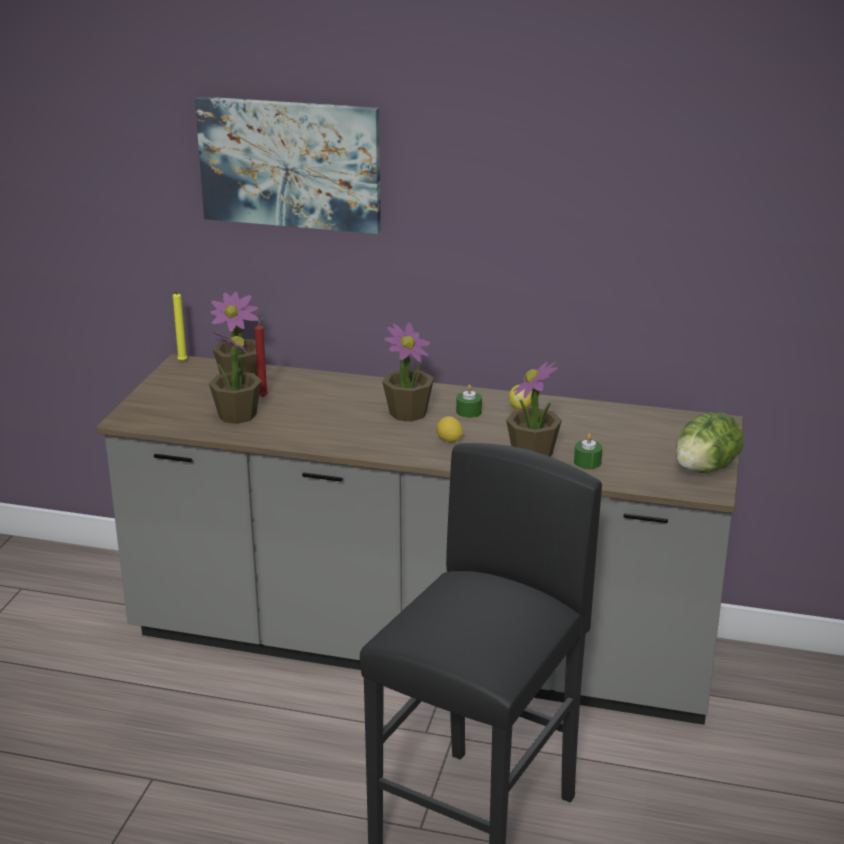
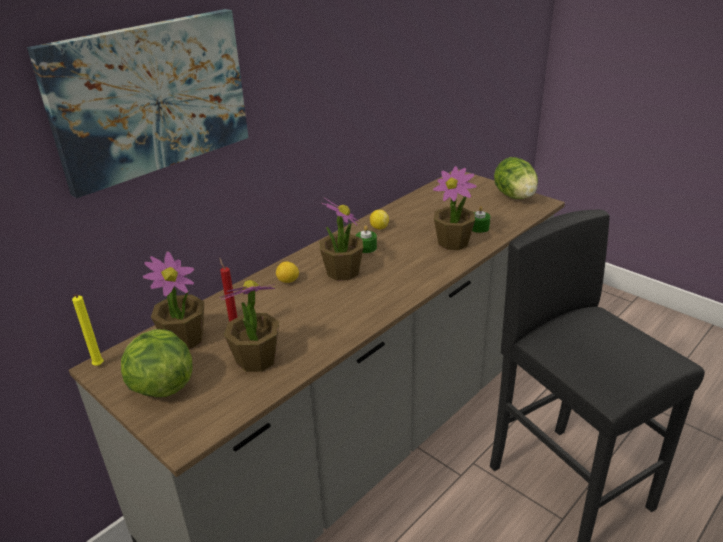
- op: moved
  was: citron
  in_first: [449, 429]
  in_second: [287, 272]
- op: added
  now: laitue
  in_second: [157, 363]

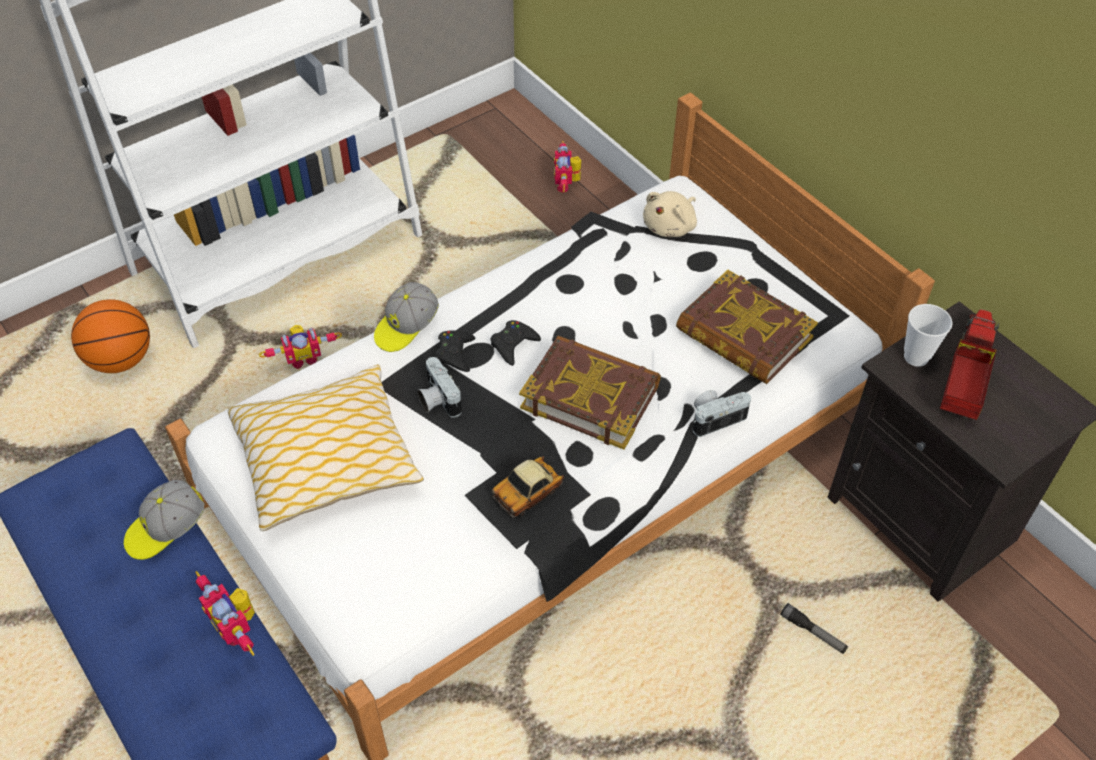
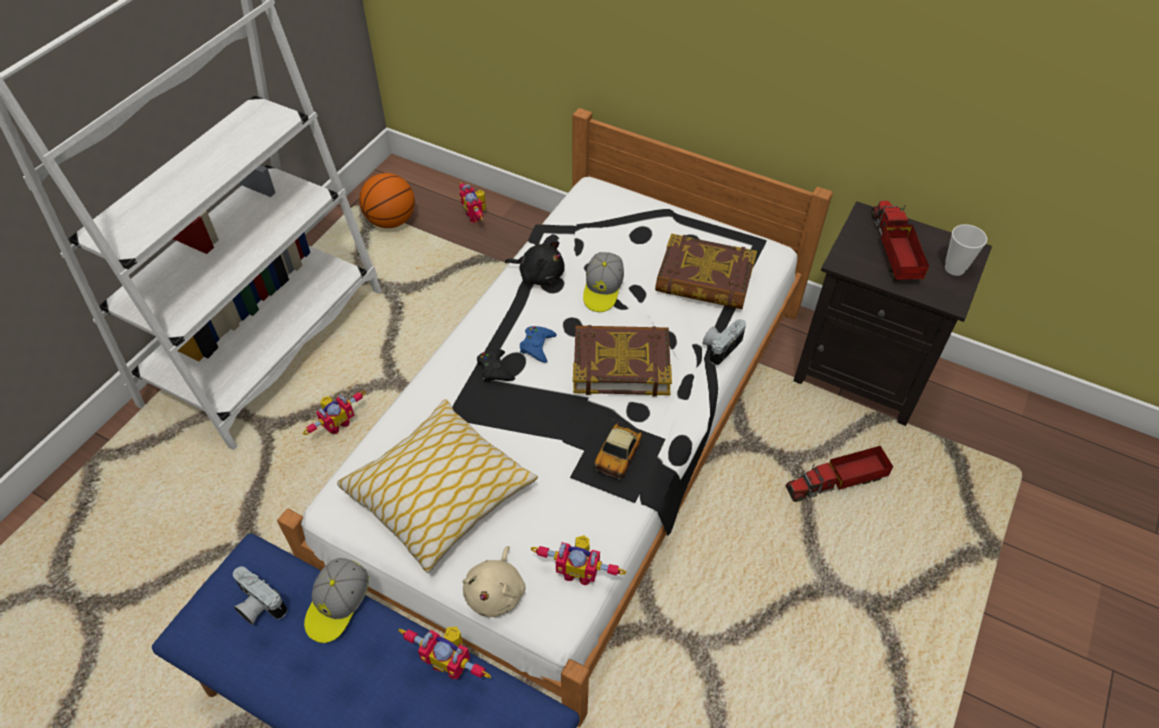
- op: moved
  was: peluche [beige]
  in_first: [670, 214]
  in_second: [494, 581]
- op: moved
  was: casquette
  in_first: [406, 317]
  in_second: [603, 282]
- op: moved
  was: ballon de basket
  in_first: [110, 336]
  in_second: [387, 200]
- op: moved
  was: tasse
  in_first: [928, 335]
  in_second: [966, 250]
- op: recoloured
  was: manette [noir]
  now: manette [bleu]
  in_first: [516, 343]
  in_second: [538, 344]
- op: moved
  was: appareil photo
  in_first: [439, 387]
  in_second: [260, 595]
- op: replaced
  was: lampe de poche
  now: camion jouet
  in_first: [814, 628]
  in_second: [839, 474]
- op: added
  now: peluche [noir]
  in_second: [535, 263]
- op: added
  now: robot jouet
  in_second: [578, 560]

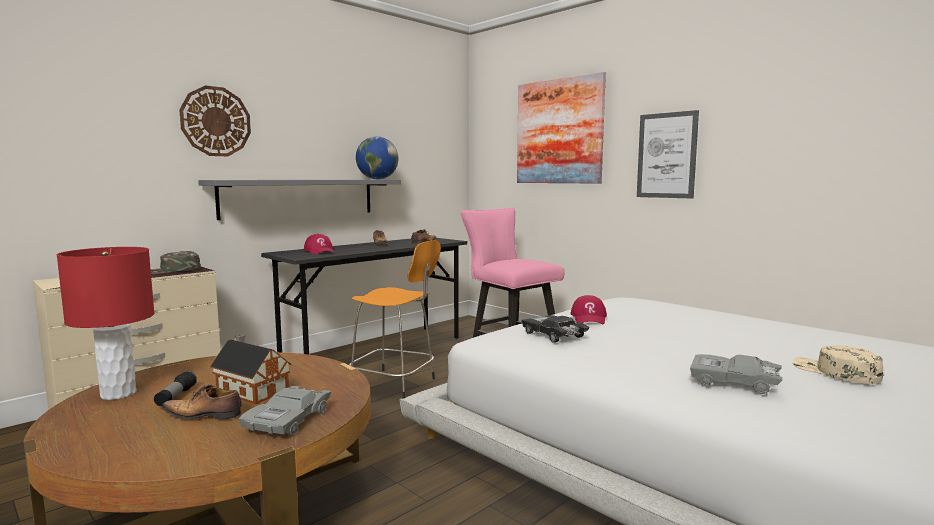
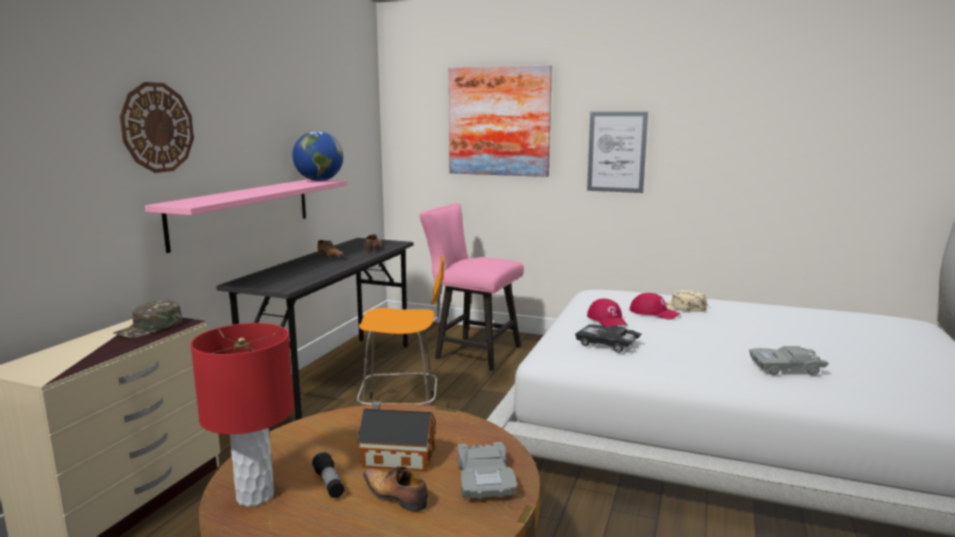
- op: recoloured
  was: étagère [gris]
  now: étagère [rose]
  in_first: [299, 200]
  in_second: [246, 216]
- op: moved
  was: casquette [rouge]
  in_first: [319, 244]
  in_second: [655, 306]
- op: moved
  was: casquette [beige]
  in_first: [838, 364]
  in_second: [686, 301]
- op: turned
  was: chaussure
  in_first: [201, 401]
  in_second: [395, 489]
  clockwise: 60

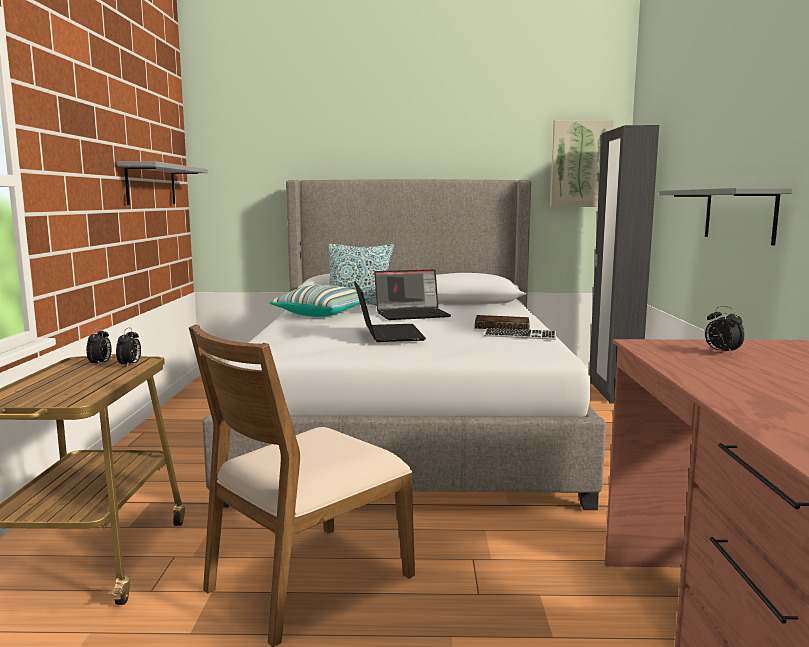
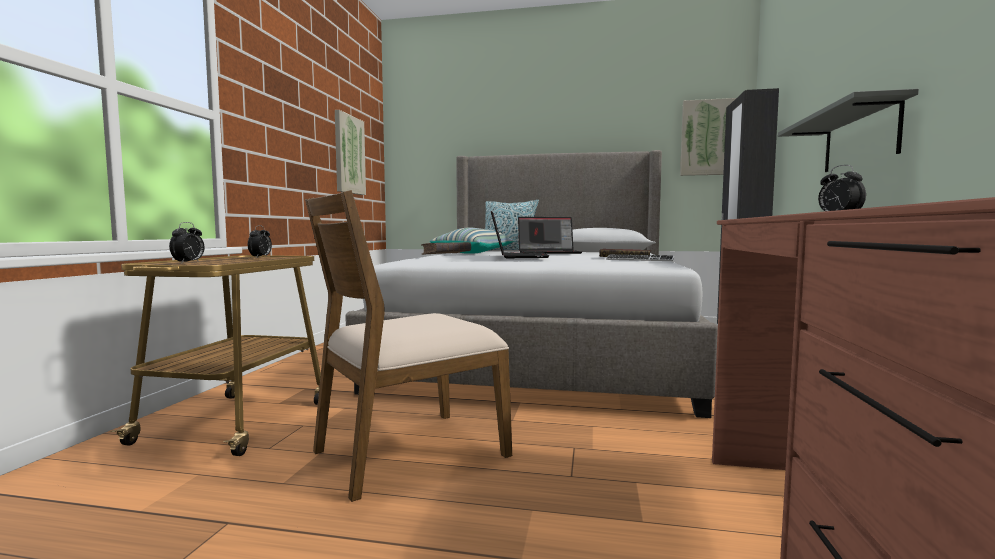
- op: replaced
  was: étagère [gris]
  now: tableau
  in_first: [162, 183]
  in_second: [350, 152]
- op: moved
  was: réveil
  in_first: [128, 347]
  in_second: [186, 243]
- op: added
  now: livre [marron]
  in_second: [446, 248]

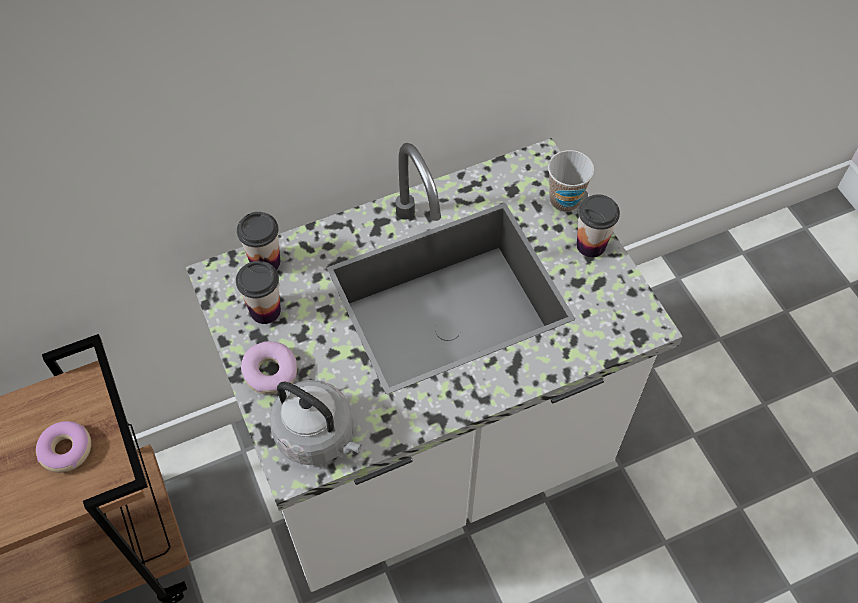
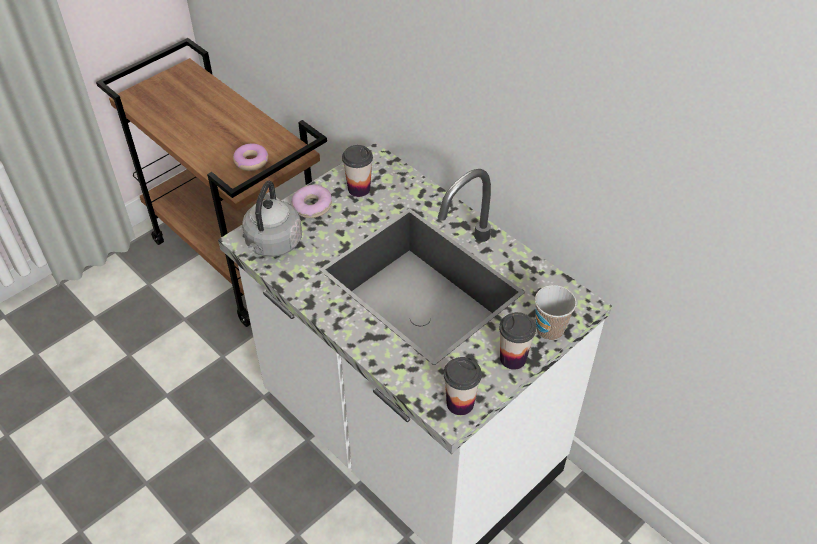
- op: moved
  was: tasse
  in_first: [258, 241]
  in_second: [462, 386]

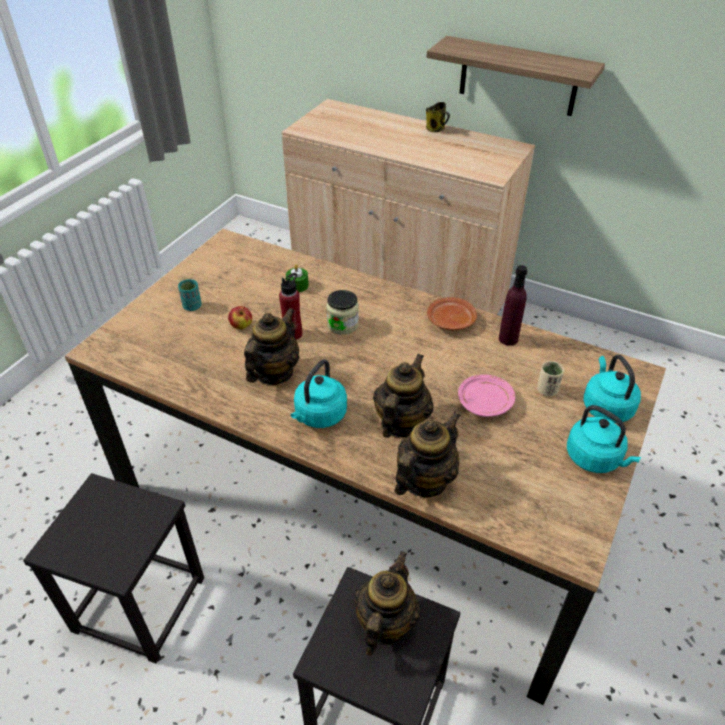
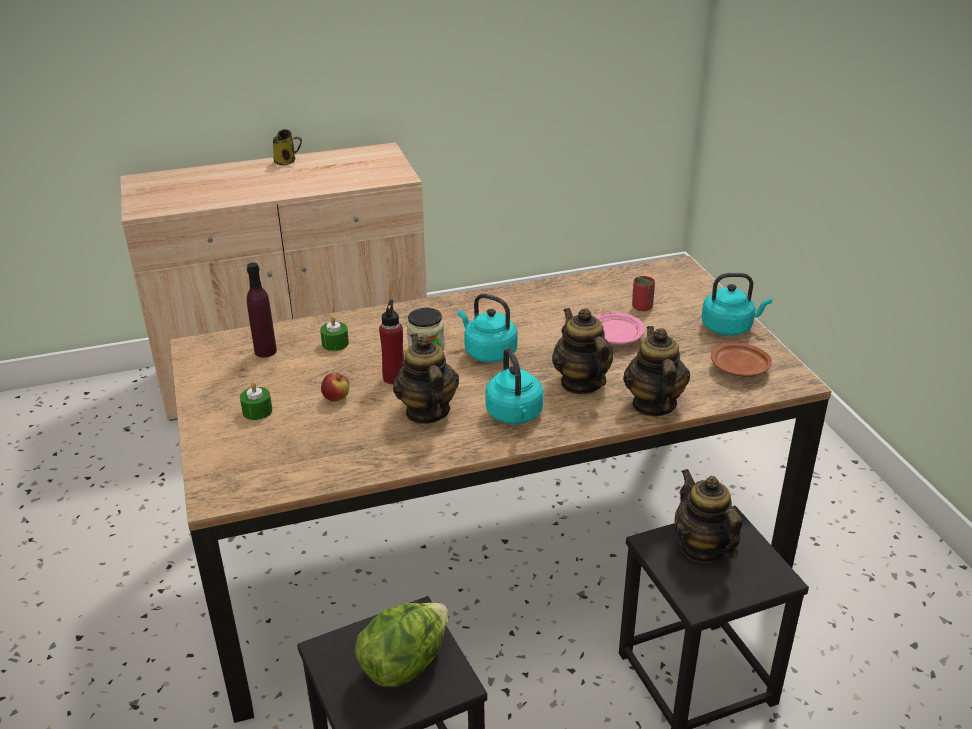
- op: removed
  was: étagère
  in_first: [516, 76]
- op: moved
  was: bouteille [violet]
  in_first: [513, 305]
  in_second: [262, 310]
- op: replaced
  was: tasse [turquoise]
  now: bougie [vert]
  in_first: [190, 295]
  in_second: [256, 401]
- op: moved
  was: assiette [marron]
  in_first: [452, 313]
  in_second: [741, 359]
- op: moved
  was: bouilloire [turquoise]
  in_first: [612, 389]
  in_second: [488, 328]
- op: recoloured
  was: tasse [beige]
  now: tasse [rouge]
  in_first: [550, 379]
  in_second: [643, 293]
- op: added
  now: laitue
  in_second: [401, 645]

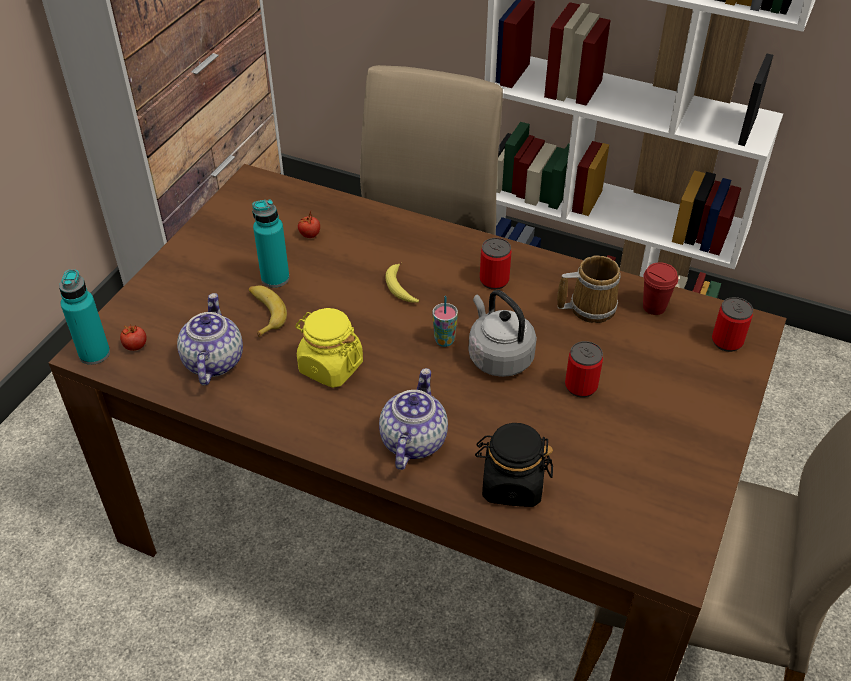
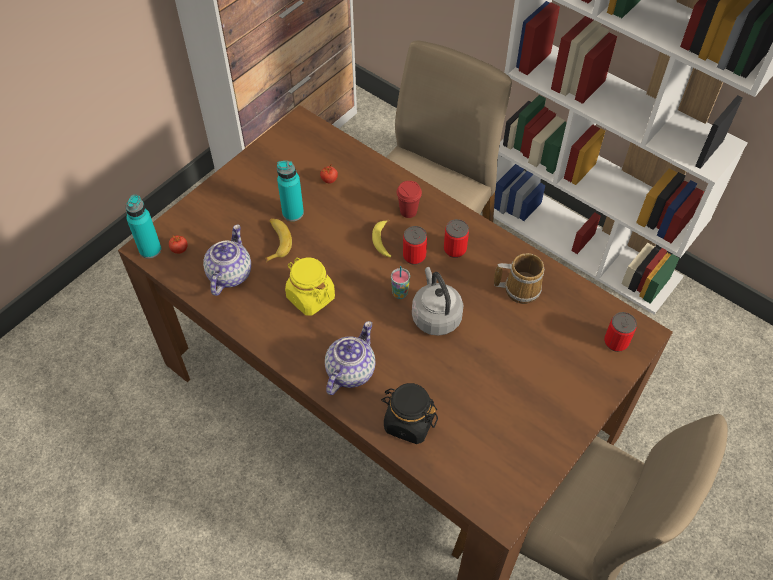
- op: moved
  was: tasse [rouge]
  in_first: [660, 288]
  in_second: [409, 199]
- op: moved
  was: boîte métallique
  in_first: [584, 369]
  in_second: [415, 245]

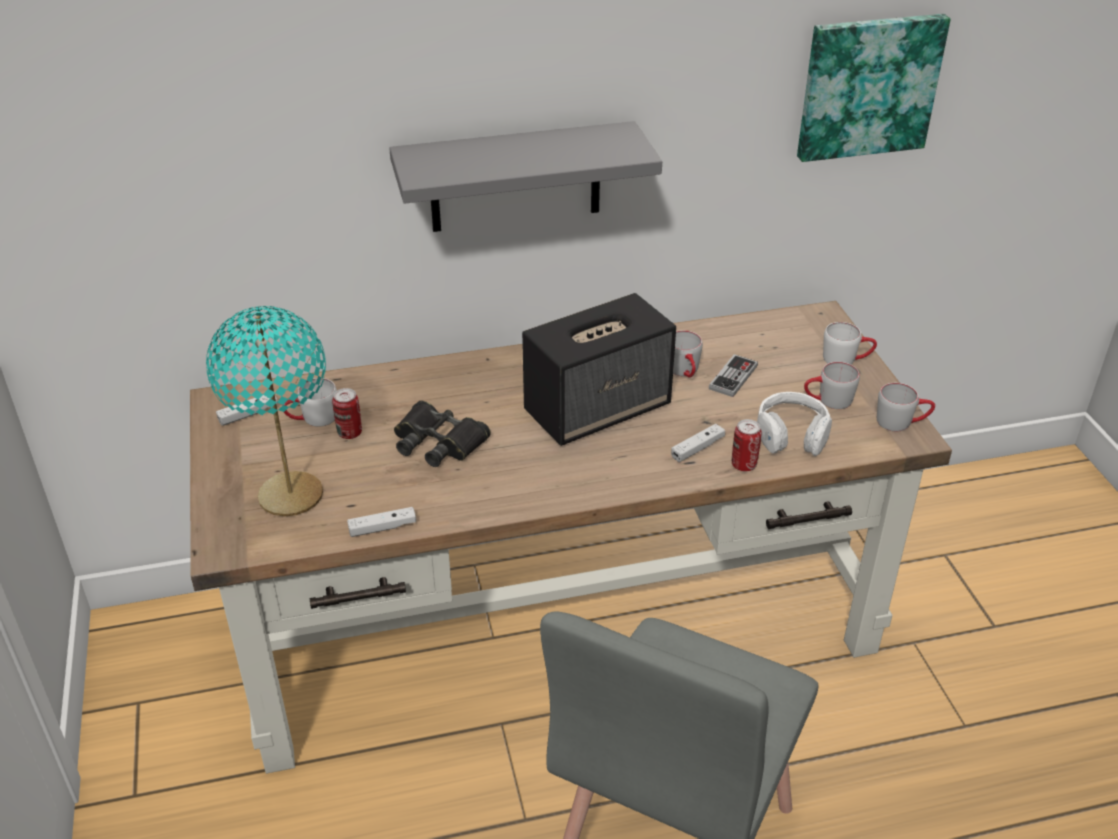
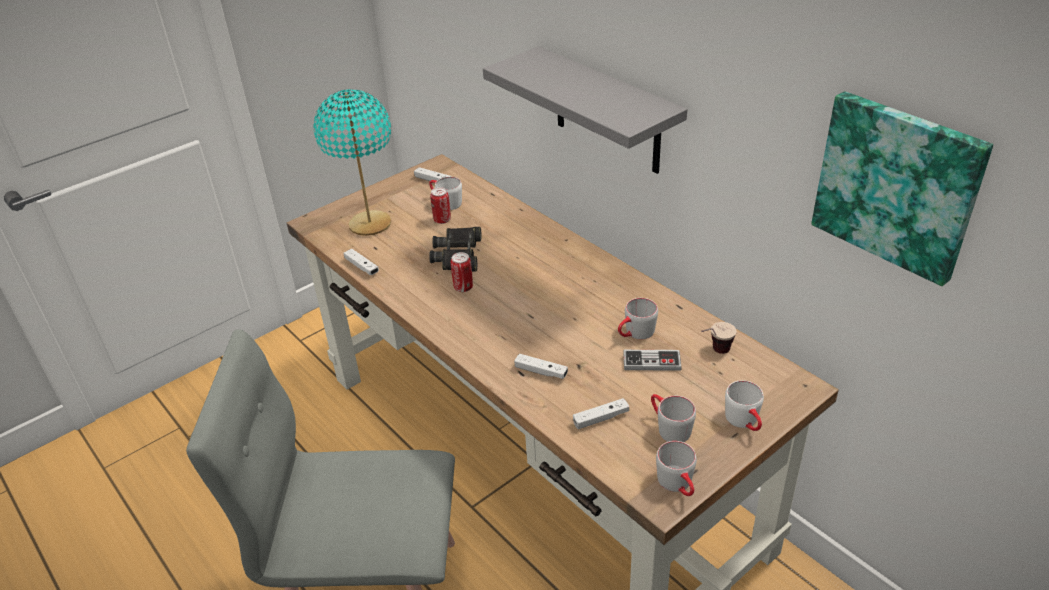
- op: removed
  was: enceinte
  in_first: [599, 369]
- op: replaced
  was: casque audio [blanc]
  now: manette [blanc]
  in_first: [794, 424]
  in_second: [601, 413]
- op: moved
  was: boîte métallique
  in_first: [747, 445]
  in_second: [462, 272]
- op: added
  now: tasse
  in_second: [719, 338]

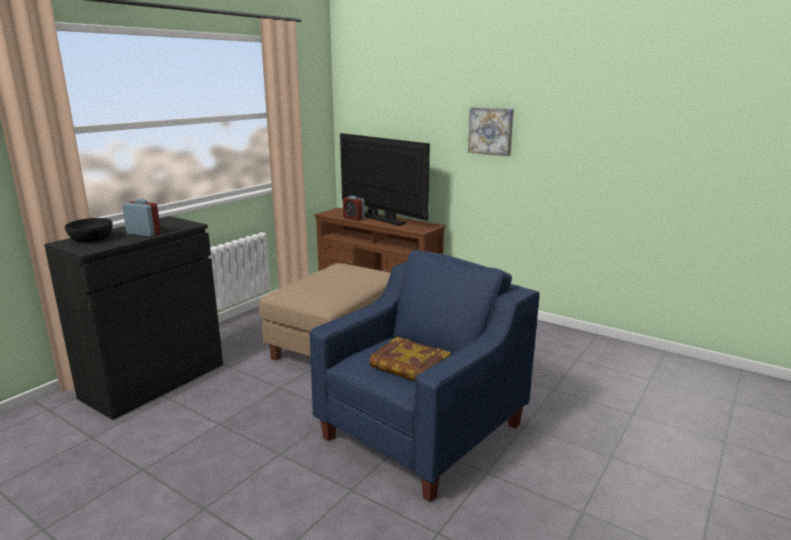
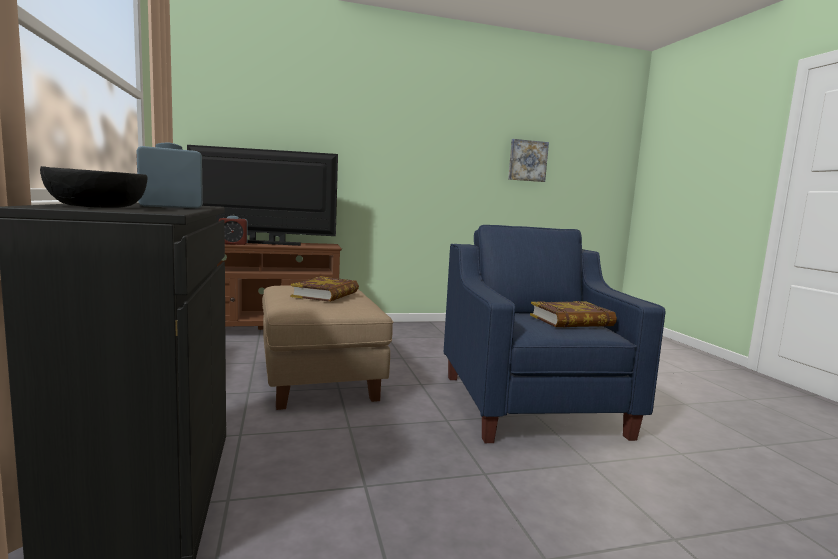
- op: moved
  was: tableau
  in_first: [491, 131]
  in_second: [528, 160]
- op: added
  now: livre
  in_second: [324, 289]

